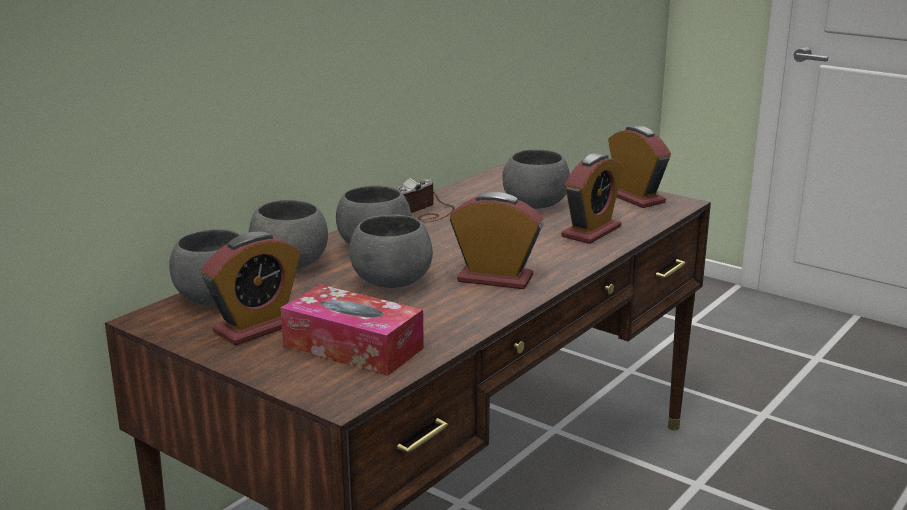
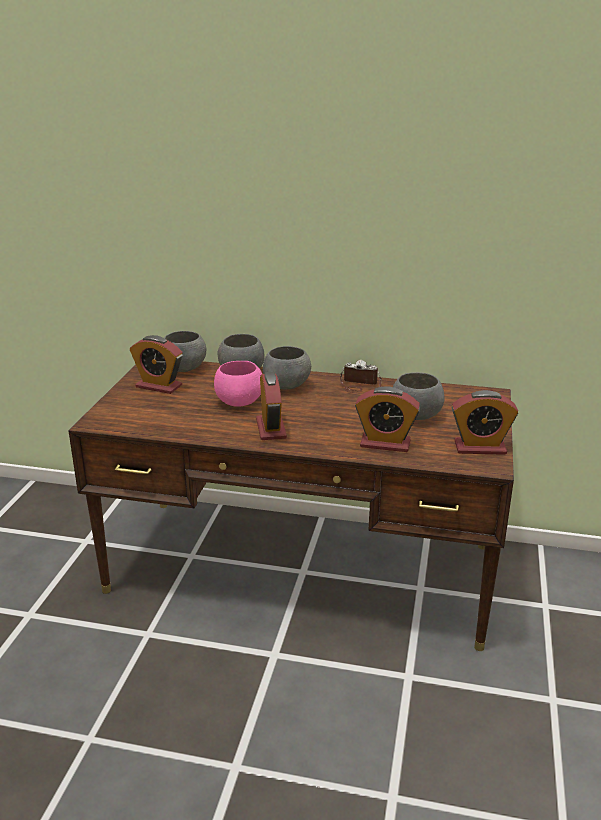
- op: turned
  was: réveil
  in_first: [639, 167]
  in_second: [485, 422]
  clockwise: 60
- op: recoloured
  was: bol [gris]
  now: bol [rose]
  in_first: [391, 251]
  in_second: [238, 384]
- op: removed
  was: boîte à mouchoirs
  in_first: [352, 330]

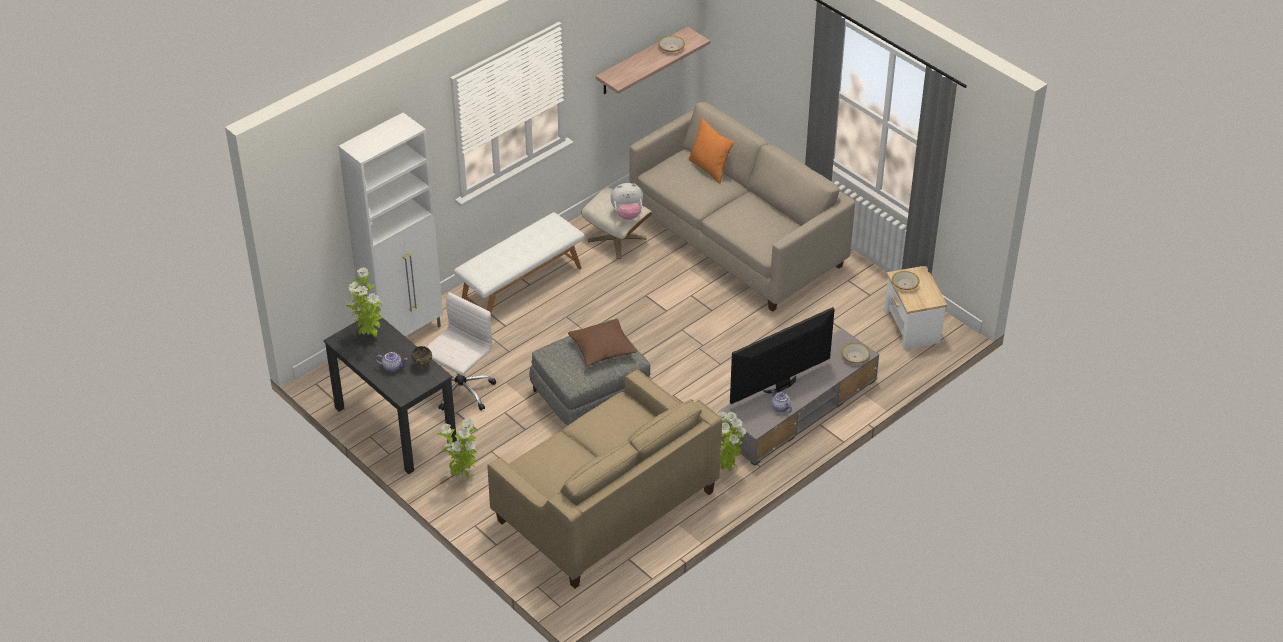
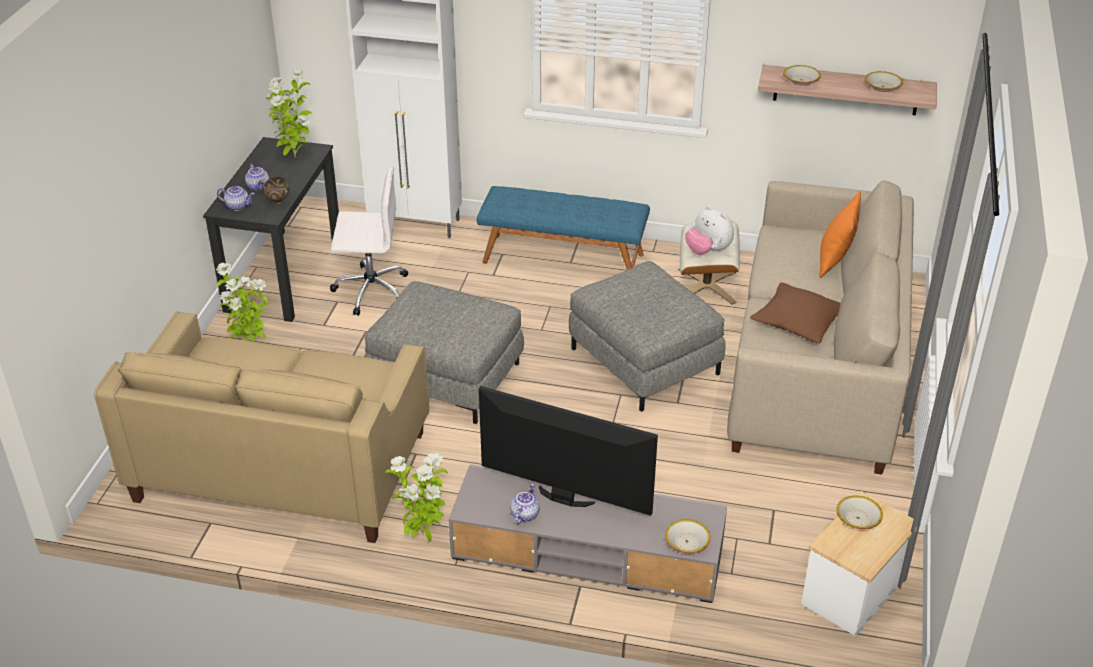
- op: recoloured
  was: banc [blanc]
  now: banc [bleu]
  in_first: [519, 262]
  in_second: [563, 228]
- op: moved
  was: coussin [marron]
  in_first: [602, 342]
  in_second: [795, 313]
- op: added
  now: bol
  in_second: [802, 75]
- op: added
  now: théière
  in_second: [236, 198]
- op: added
  now: pouf [gris]
  in_second: [647, 336]

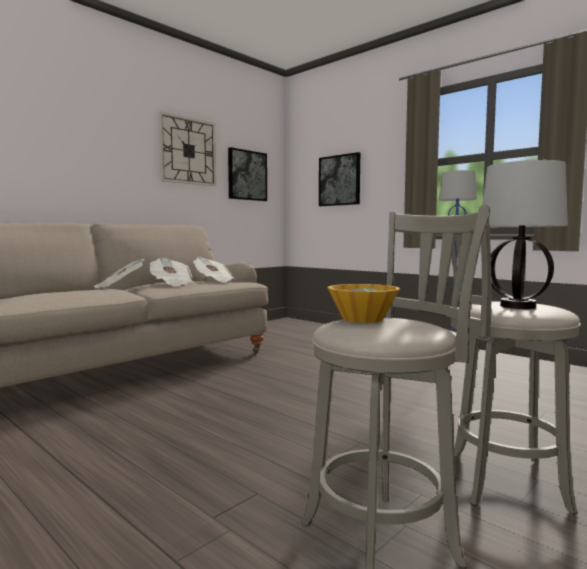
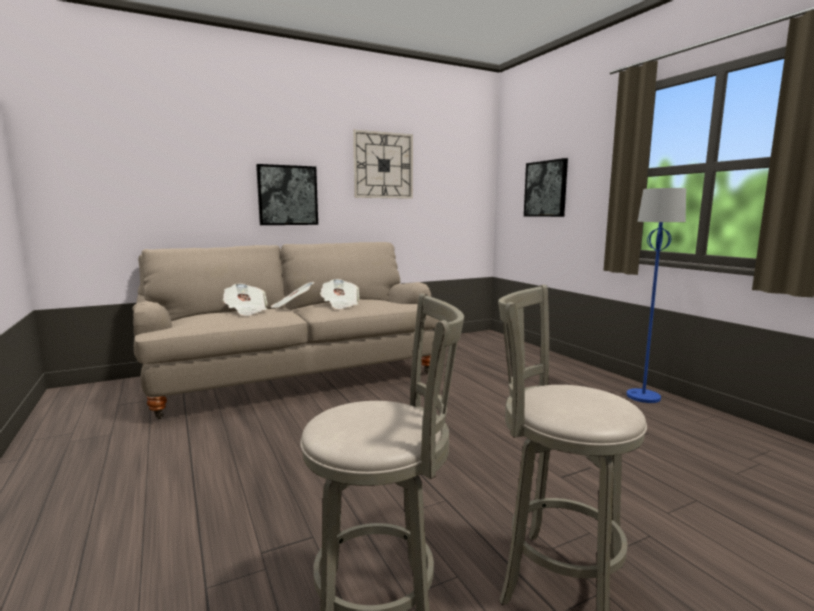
- op: moved
  was: tableau
  in_first: [247, 174]
  in_second: [287, 194]
- op: removed
  was: lampe de table
  in_first: [525, 234]
- op: moved
  was: journal
  in_first: [213, 270]
  in_second: [245, 299]
- op: removed
  was: bol
  in_first: [363, 303]

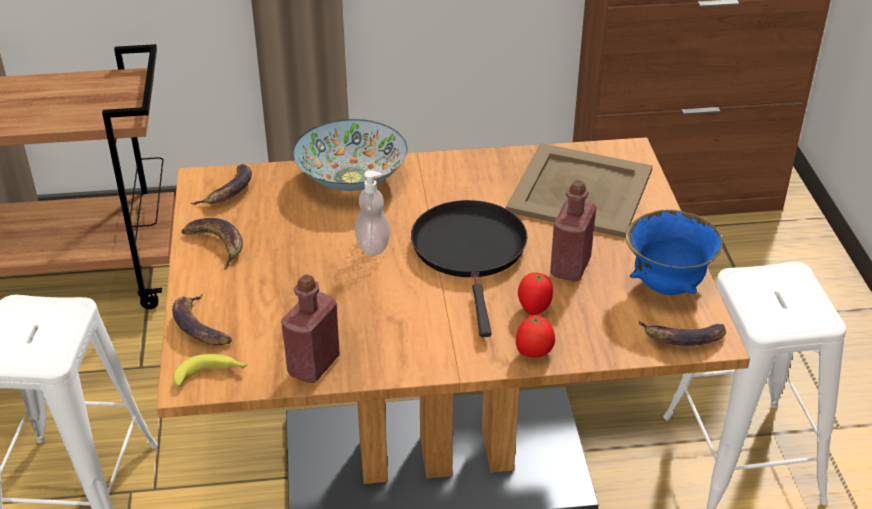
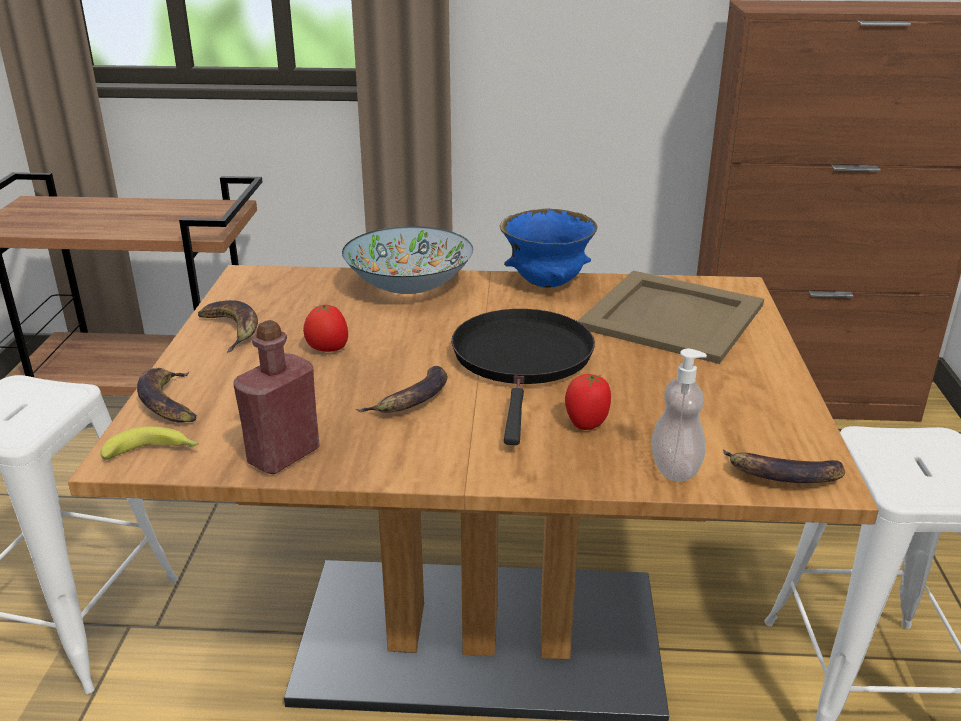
- op: moved
  was: banane
  in_first: [221, 184]
  in_second: [402, 389]
- op: moved
  was: distributeur de savon
  in_first: [372, 212]
  in_second: [679, 415]
- op: removed
  was: bouteille [rouge]
  in_first: [573, 231]
- op: moved
  was: bol [bleu]
  in_first: [674, 252]
  in_second: [548, 248]
- op: moved
  was: tomate
  in_first: [535, 336]
  in_second: [325, 328]

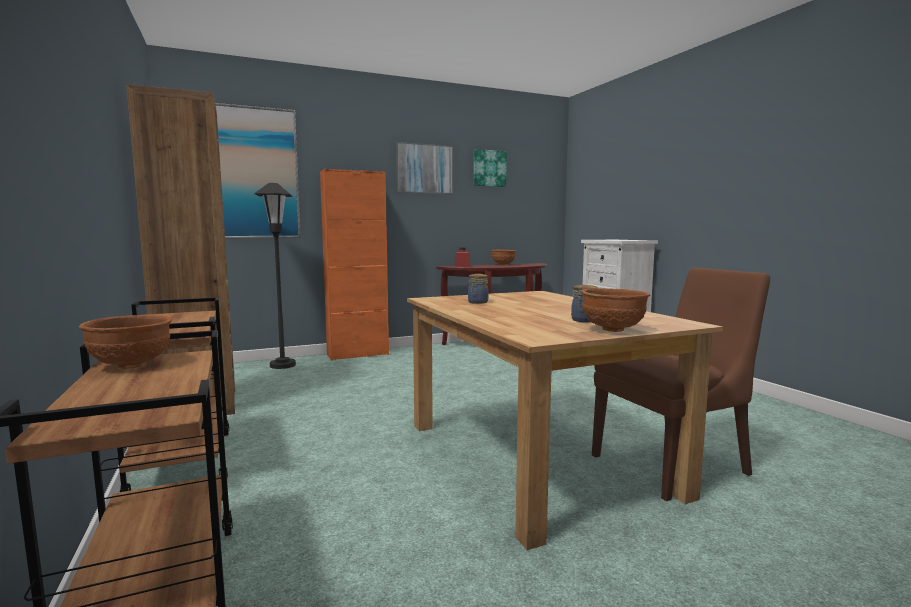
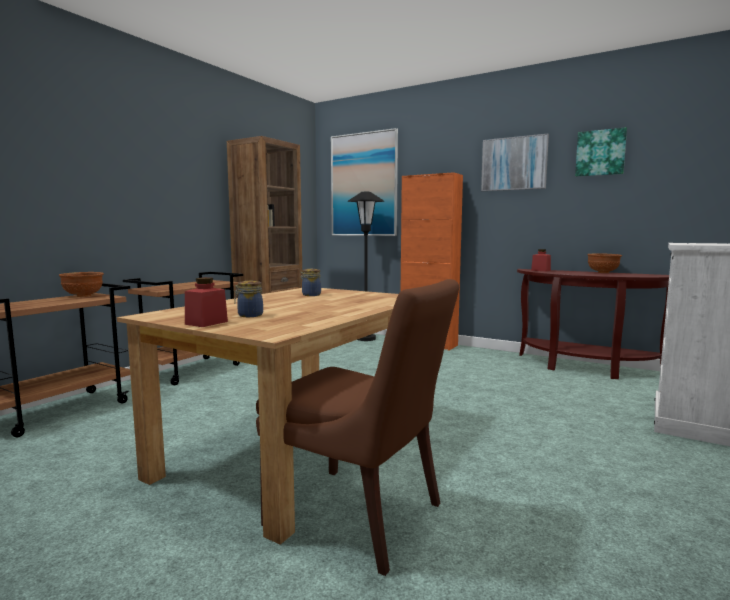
- op: replaced
  was: bol [marron]
  now: bocal [rouge]
  in_first: [615, 310]
  in_second: [206, 302]

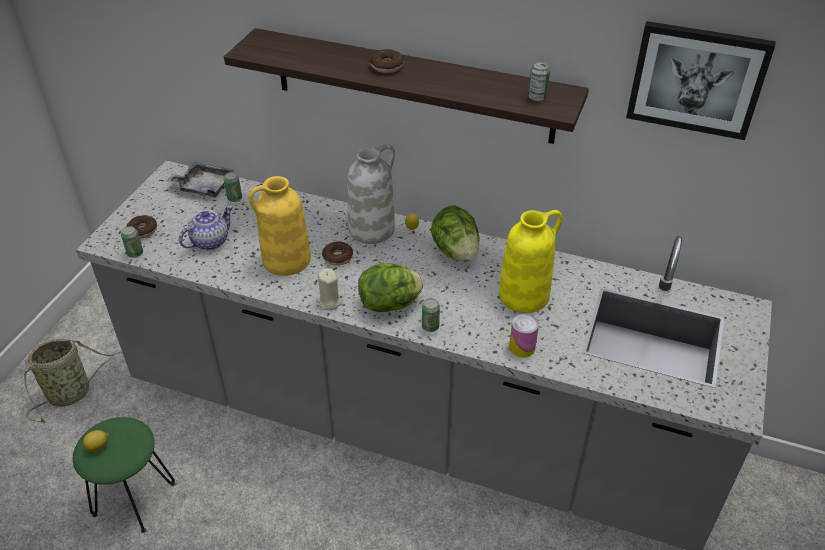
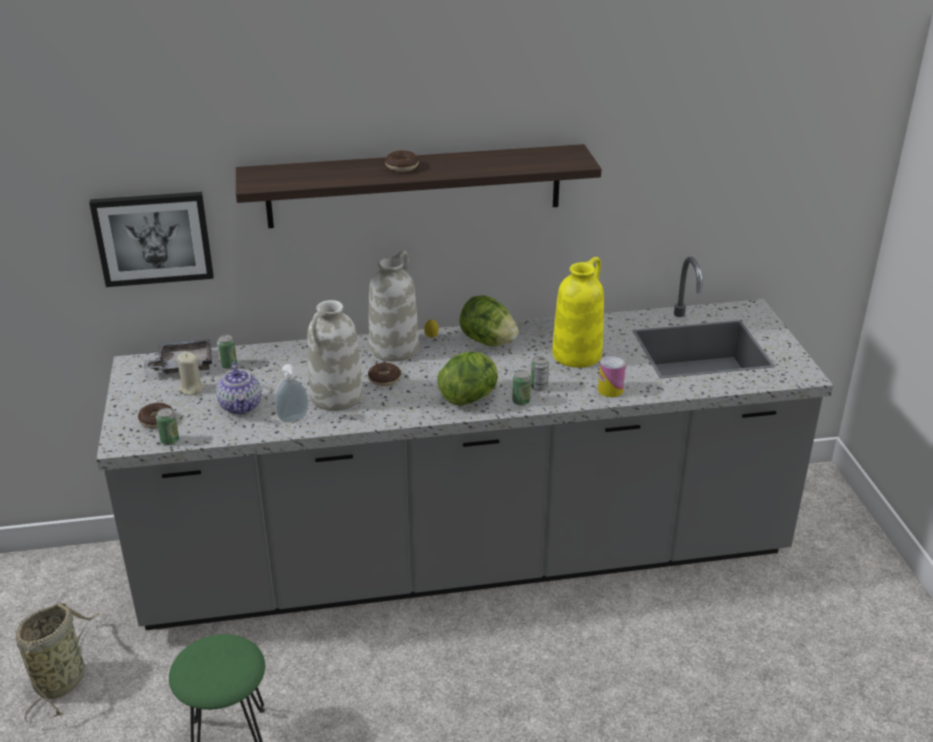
- op: moved
  was: tableau
  in_first: [701, 80]
  in_second: [151, 239]
- op: moved
  was: boîte métallique
  in_first: [539, 82]
  in_second: [540, 373]
- op: recoloured
  was: vase [jaune]
  now: vase [blanc]
  in_first: [280, 226]
  in_second: [335, 355]
- op: turned
  was: théière
  in_first: [206, 227]
  in_second: [238, 388]
  clockwise: 150
- op: moved
  was: bougie [beige]
  in_first: [329, 289]
  in_second: [191, 373]
- op: removed
  was: citron
  in_first: [96, 441]
- op: added
  now: distributeur de savon
  in_second: [292, 393]

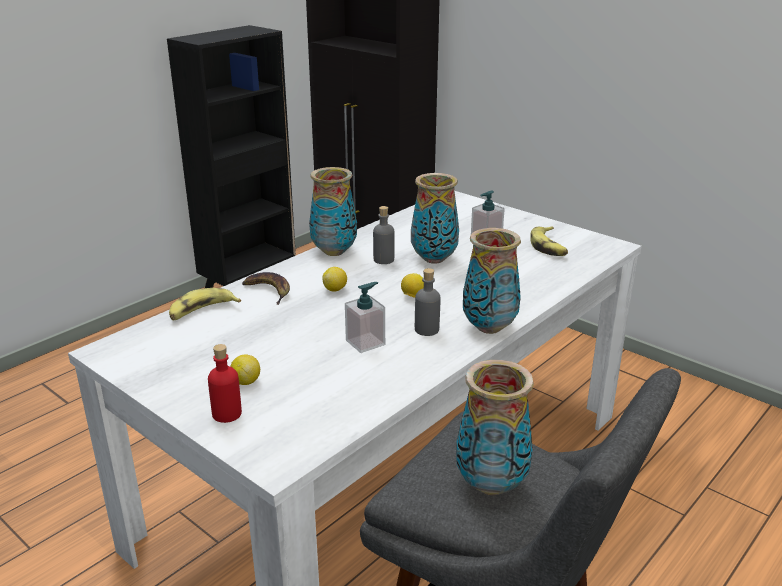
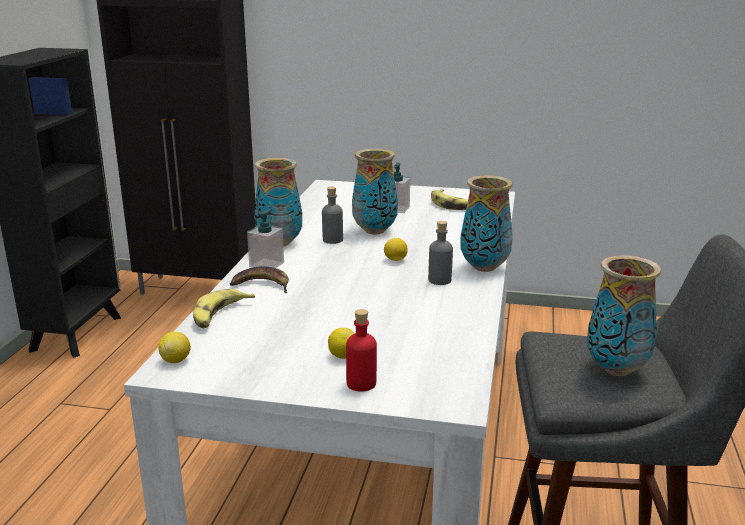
- op: moved
  was: citron
  in_first: [334, 279]
  in_second: [174, 347]
- op: moved
  was: distributeur de savon
  in_first: [365, 317]
  in_second: [265, 238]

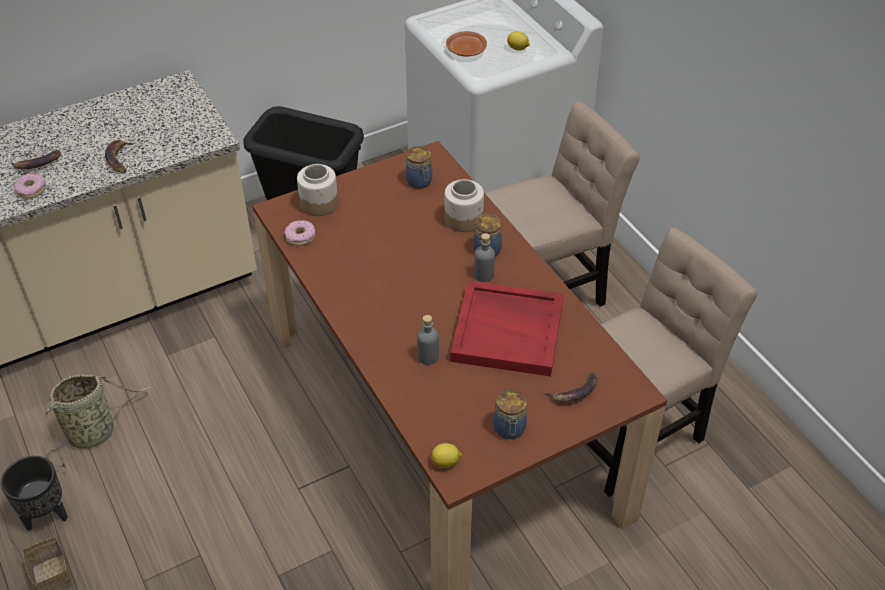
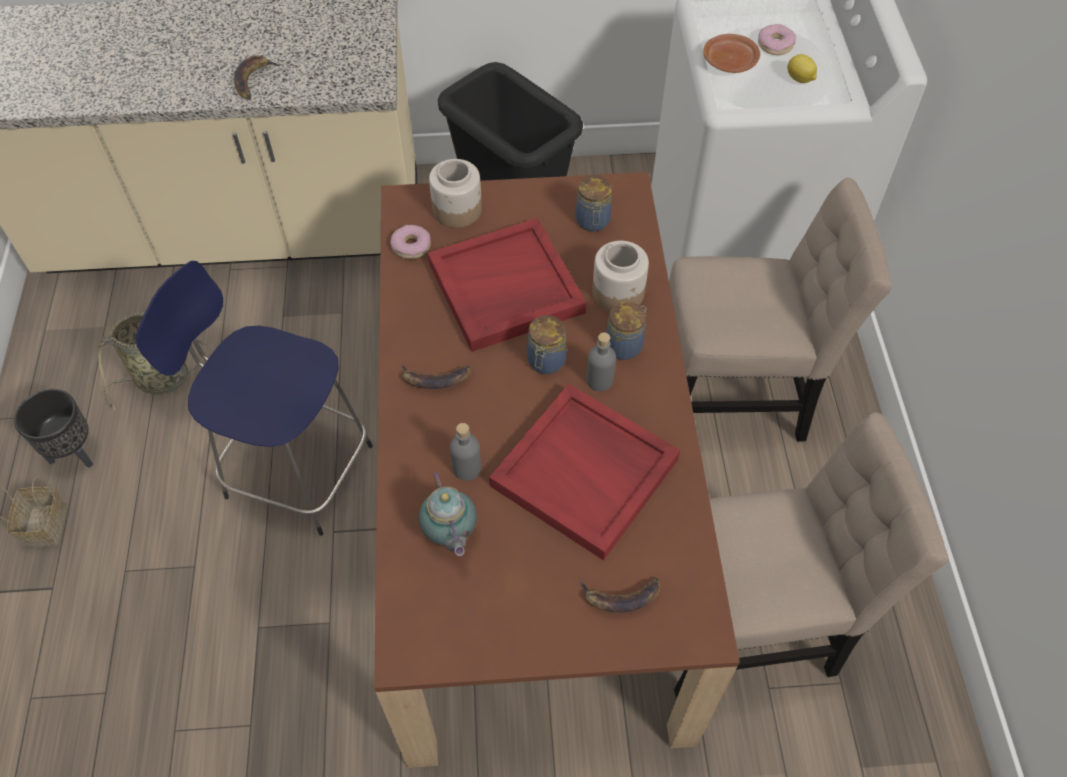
- op: moved
  was: banane
  in_first: [36, 159]
  in_second: [435, 376]
- op: moved
  was: beignet
  in_first: [30, 185]
  in_second: [777, 39]
- op: moved
  was: bocal
  in_first: [510, 414]
  in_second: [547, 344]
- op: removed
  was: citron
  in_first: [446, 455]
- op: added
  now: plateau [rouge]
  in_second: [507, 285]
- op: added
  now: tabouret [bleu]
  in_second: [254, 398]
- op: added
  now: théière
  in_second: [448, 514]

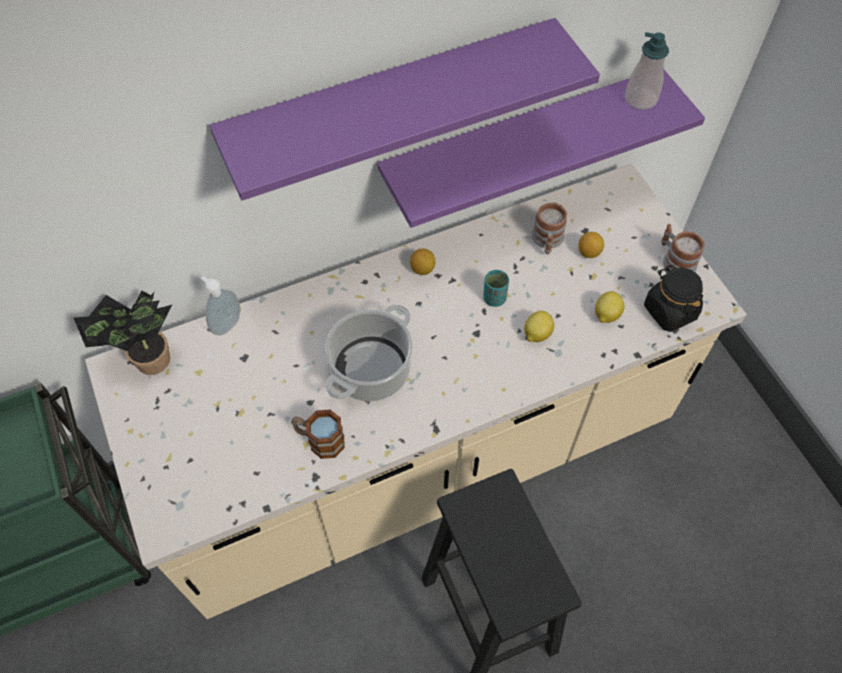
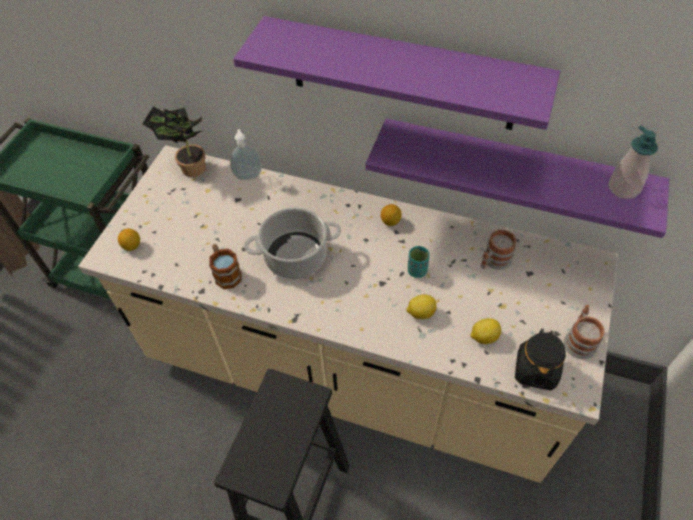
- op: moved
  was: citron
  in_first: [591, 245]
  in_second: [129, 240]

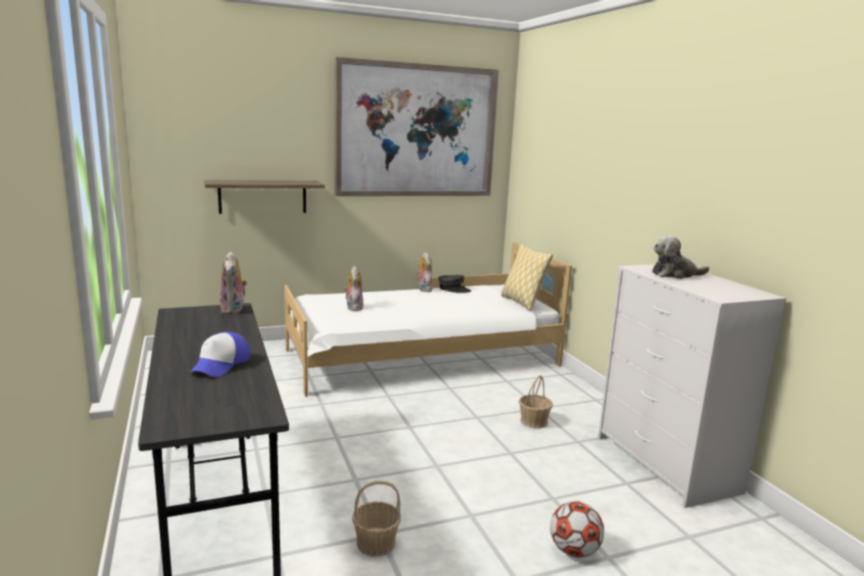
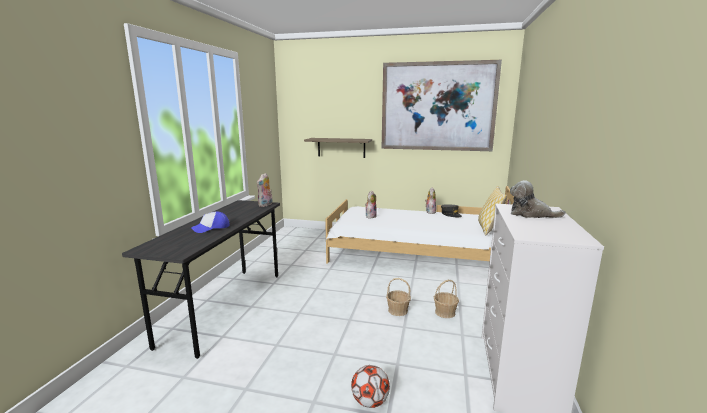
- op: moved
  was: panier
  in_first: [376, 519]
  in_second: [398, 297]

